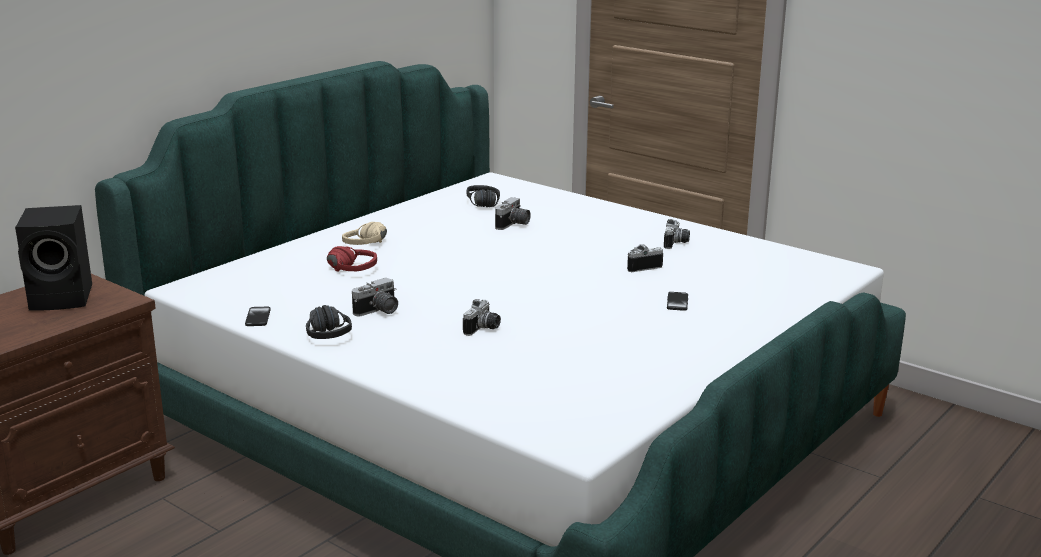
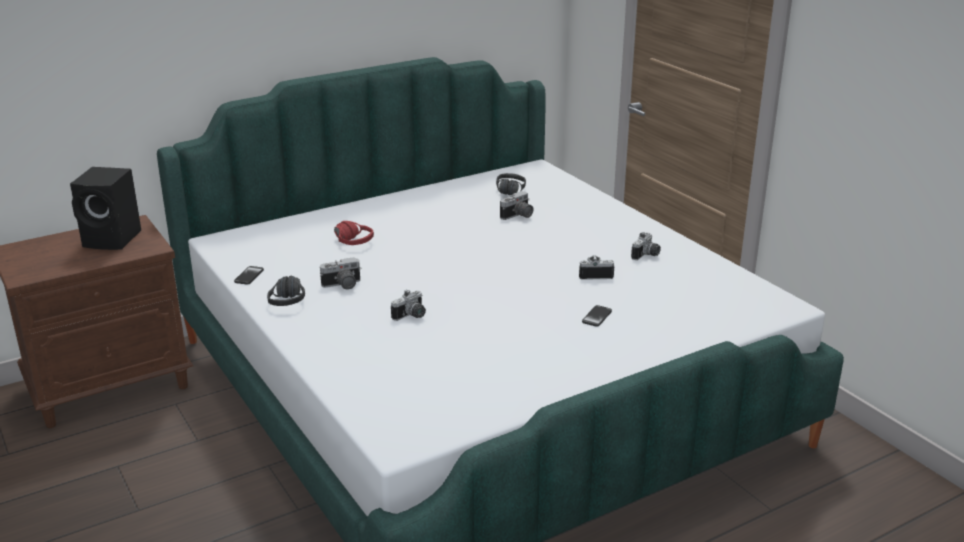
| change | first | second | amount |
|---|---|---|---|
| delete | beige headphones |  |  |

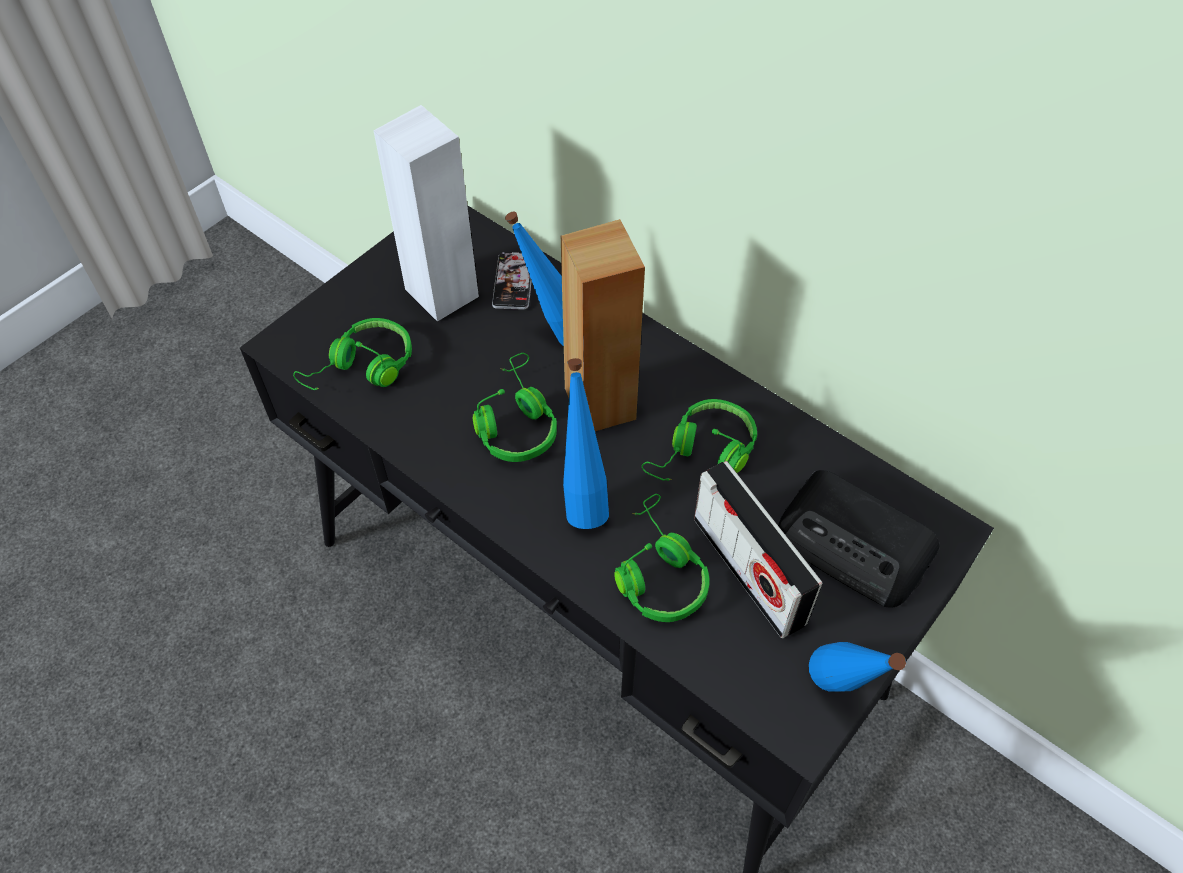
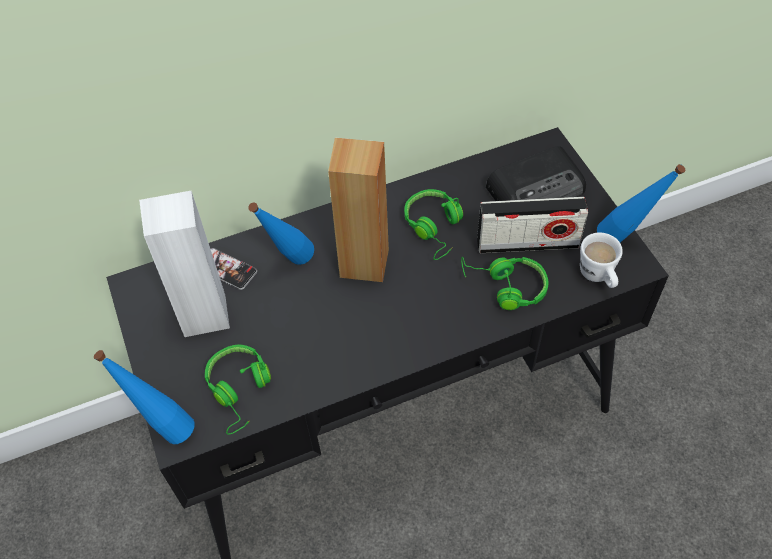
| change | first | second | amount |
|---|---|---|---|
| delete | green headphones (2nd from left) |  |  |
| move | blue bottle (2nd from left in the first image) | blue bottle (1st from left) |  |
| insert |  | white mug |  |

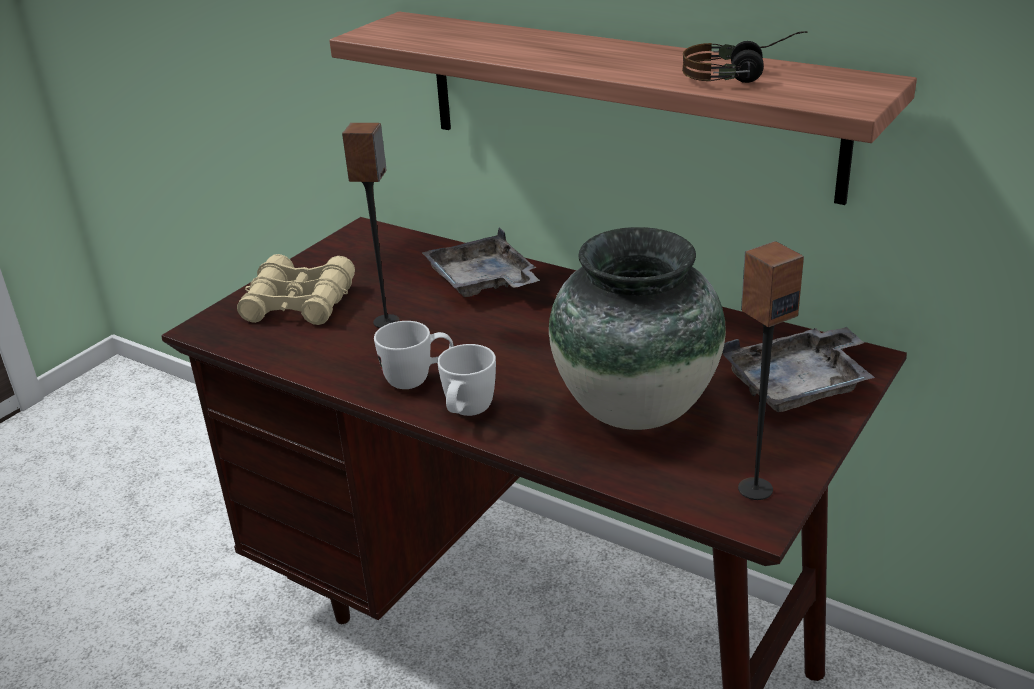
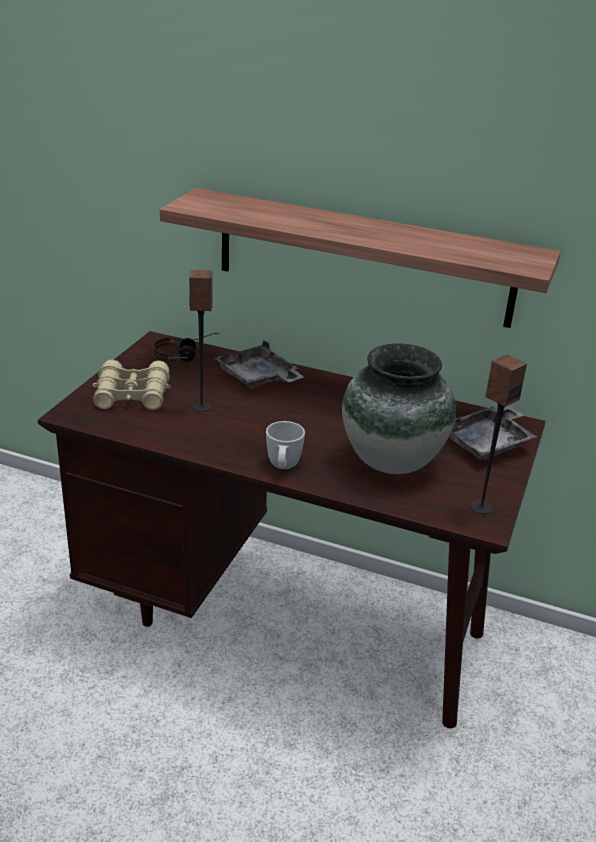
| change | first | second | amount |
|---|---|---|---|
| move | headphones |  |  |
| delete | white mug (1st from left) |  |  |

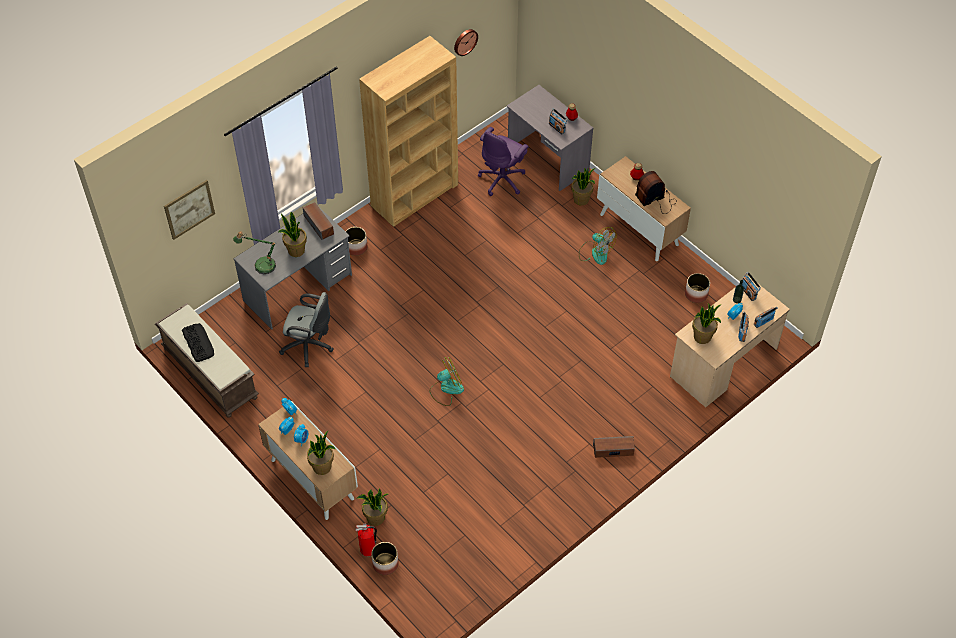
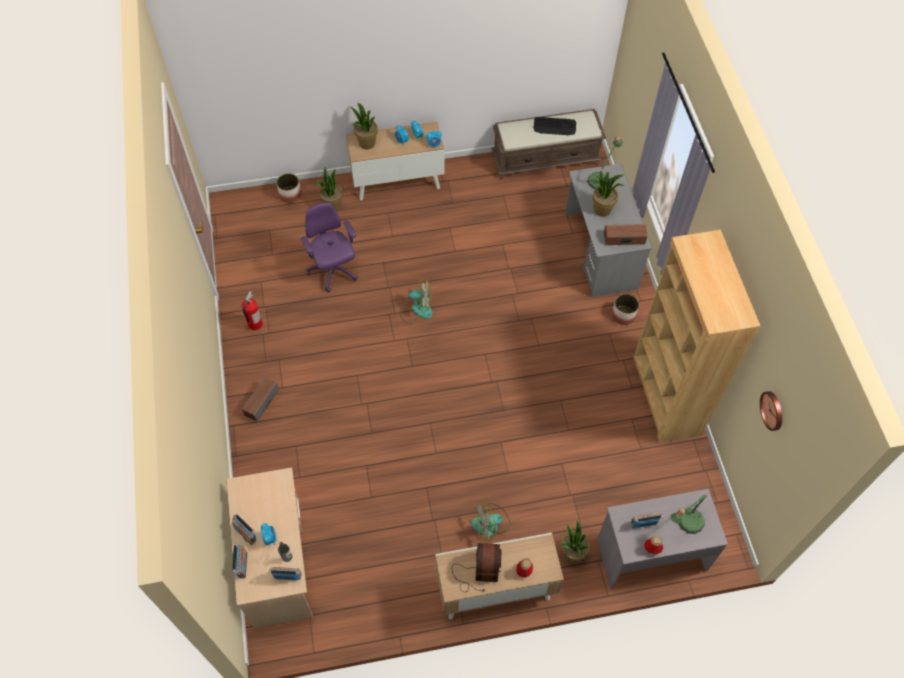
| change | first | second | amount |
|---|---|---|---|
| move | purple office chair |  |  |
| delete | picture |  |  |
| delete | planter (3rd from left) |  |  |
| delete | grey office chair |  |  |
| delete | potted plant (5th from left) |  |  |
| rotate | fan (1st from left) |  | 90 degrees counterclockwise |
| move | fire extinguisher |  |  |
| insert |  | table lamp (2nd from left) |  |

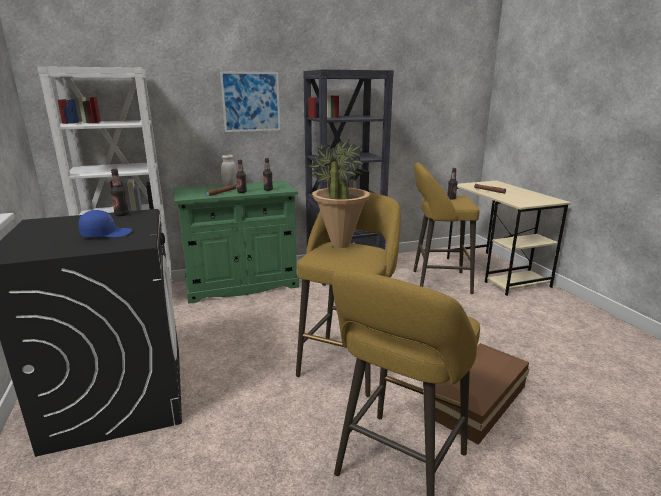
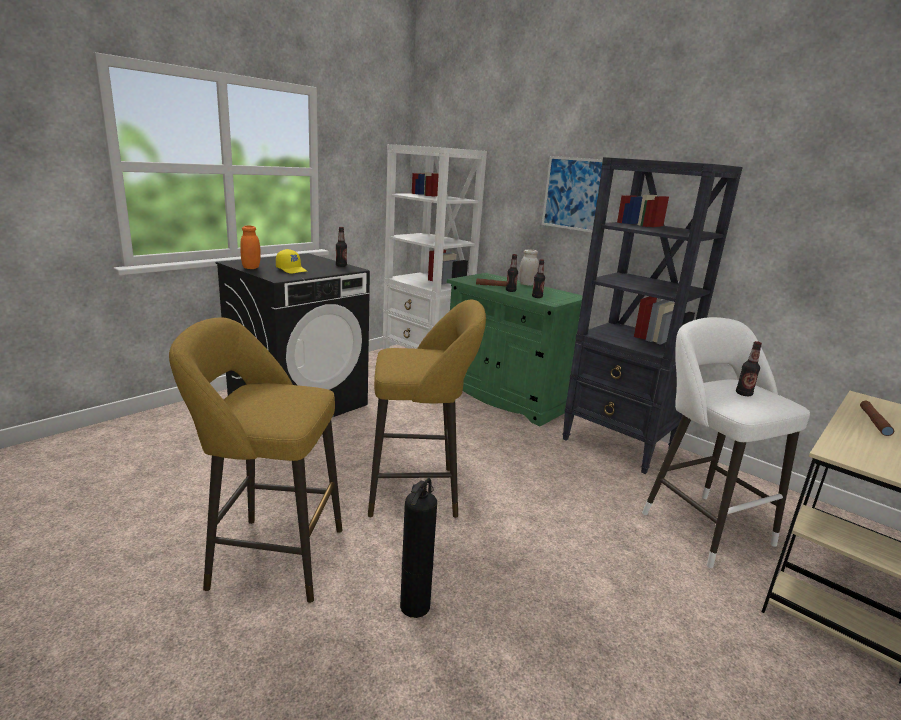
| change | first | second | amount |
|---|---|---|---|
| delete | potted plant |  |  |
| recolor | yellow stool (3rd from left) | white stool |  |
| recolor | blue cap | yellow cap |  |
| replace | brown storage box | fire extinguisher |  |
| insert |  | orange jar |  |

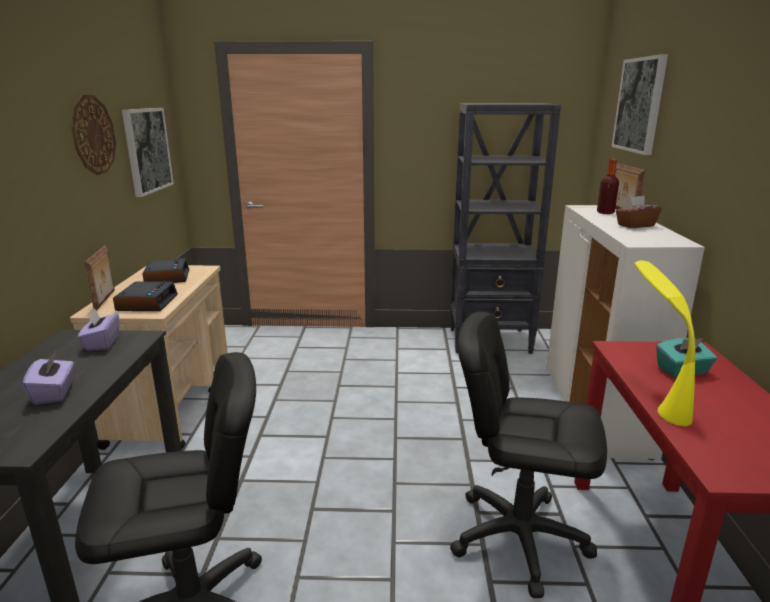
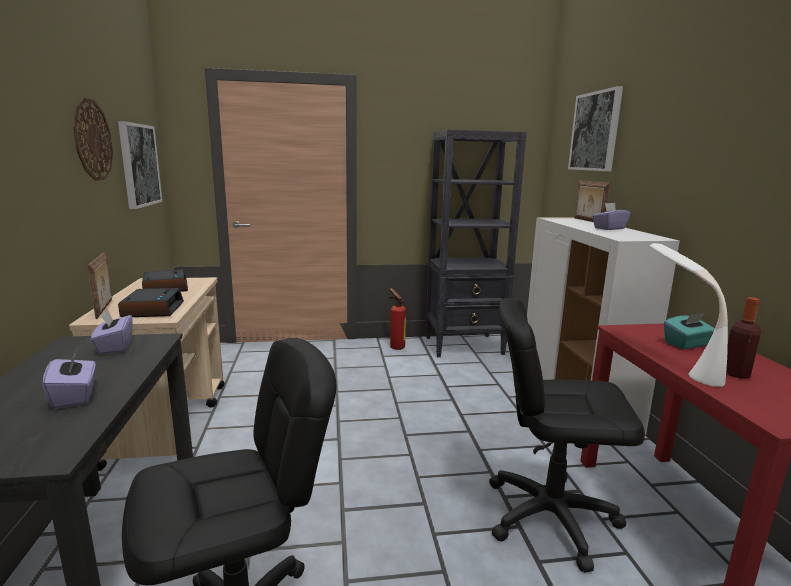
| change | first | second | amount |
|---|---|---|---|
| move | bottle |  |  |
| recolor | brown tissue box | purple tissue box (3rd from left) |  |
| recolor | yellow table lamp | white table lamp |  |
| insert |  | fire extinguisher |  |

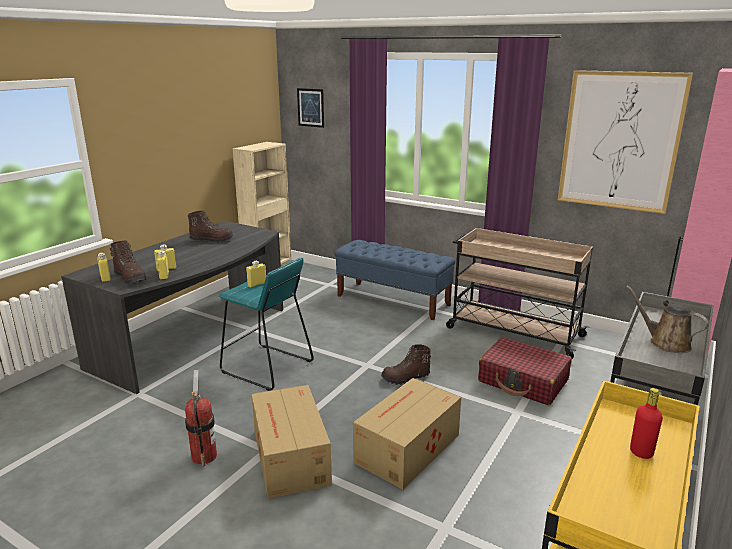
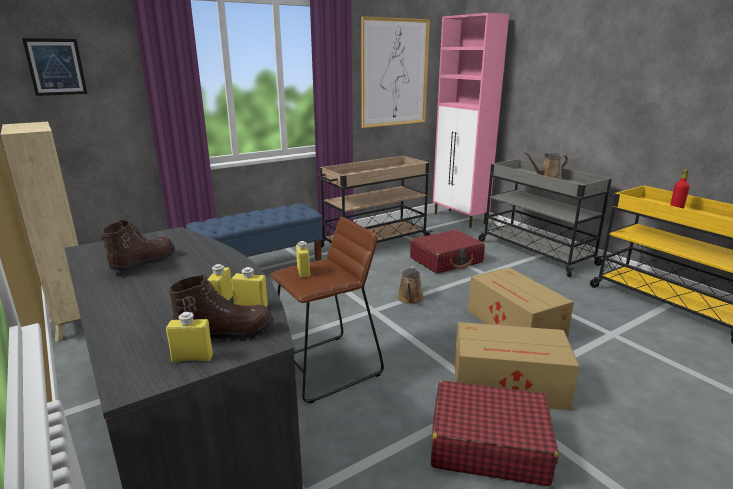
| change | first | second | amount |
|---|---|---|---|
| recolor | turquoise stool | brown stool |  |
| replace | brown boot (3rd from left) | brown watering can (1st from left) |  |
| replace | fire extinguisher | red suitcase (2nd from left) |  |

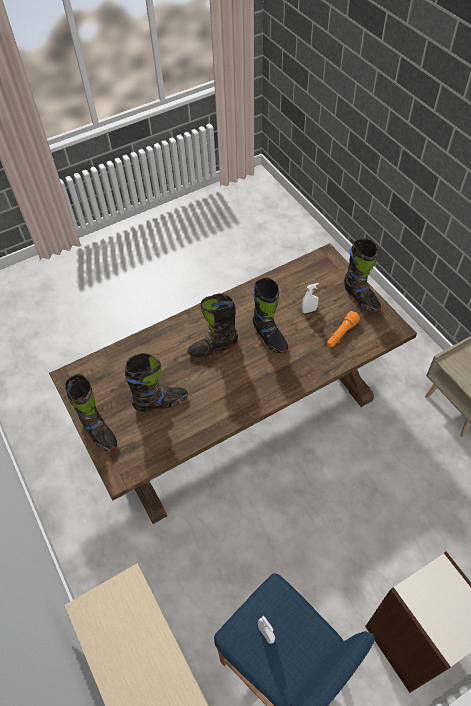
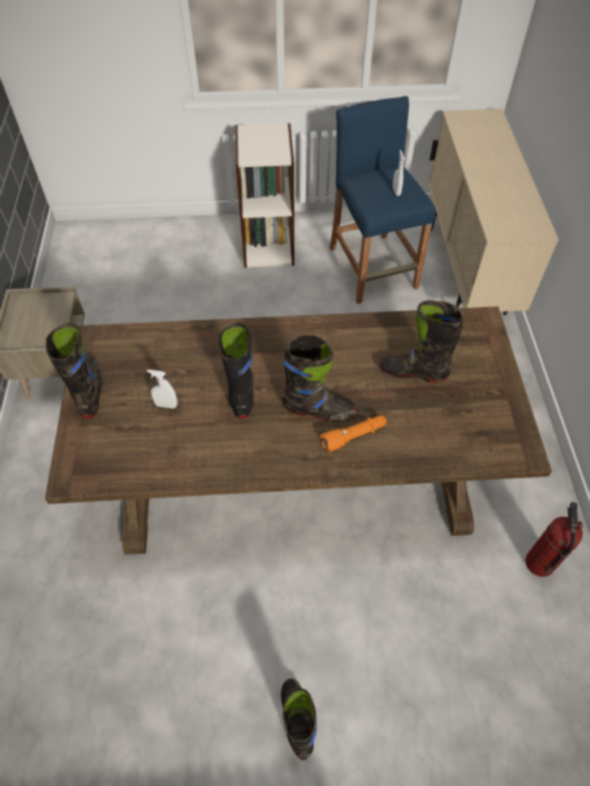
| change | first | second | amount |
|---|---|---|---|
| move | orange flashlight |  |  |
| move | black boot (1st from left in the first image) | black boot (3rd from left) |  |
| insert |  | fire extinguisher |  |

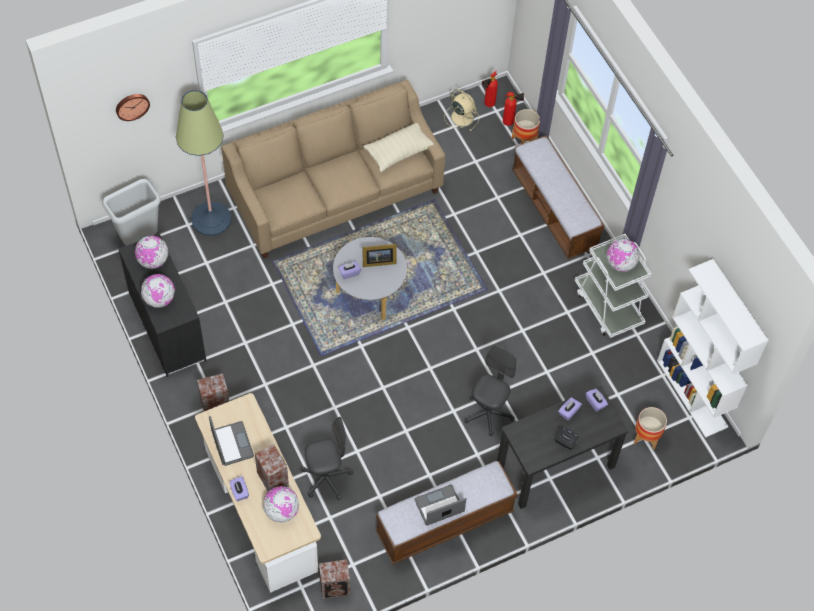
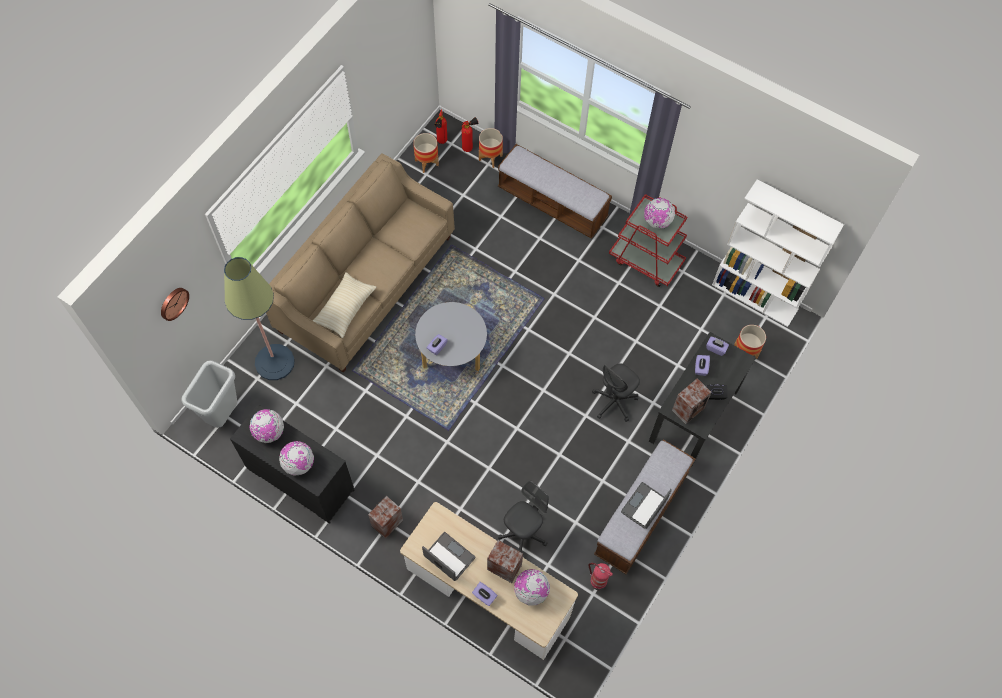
| change | first | second | amount |
|---|---|---|---|
| replace | beige fan | planter (1st from left) |  |
| move | beige pillow |  |  |
| recolor | white cart | red cart |  |
| delete | picture frame |  |  |
| rotate | grey office chair (2nd from left) |  | 135 degrees counterclockwise |
| move | speaker (3rd from left) |  |  |
| insert |  | fire extinguisher (3rd from left) |  |

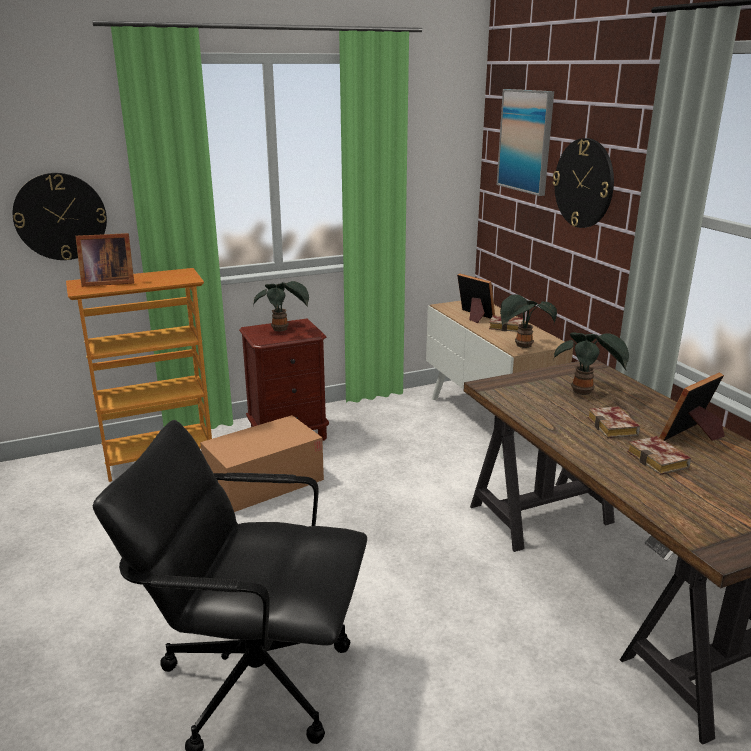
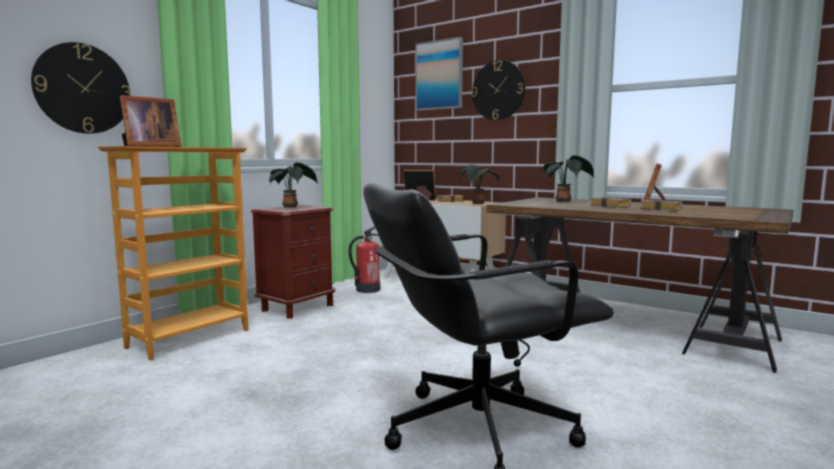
| change | first | second | amount |
|---|---|---|---|
| delete | cardboard box |  |  |
| insert |  | fire extinguisher |  |

